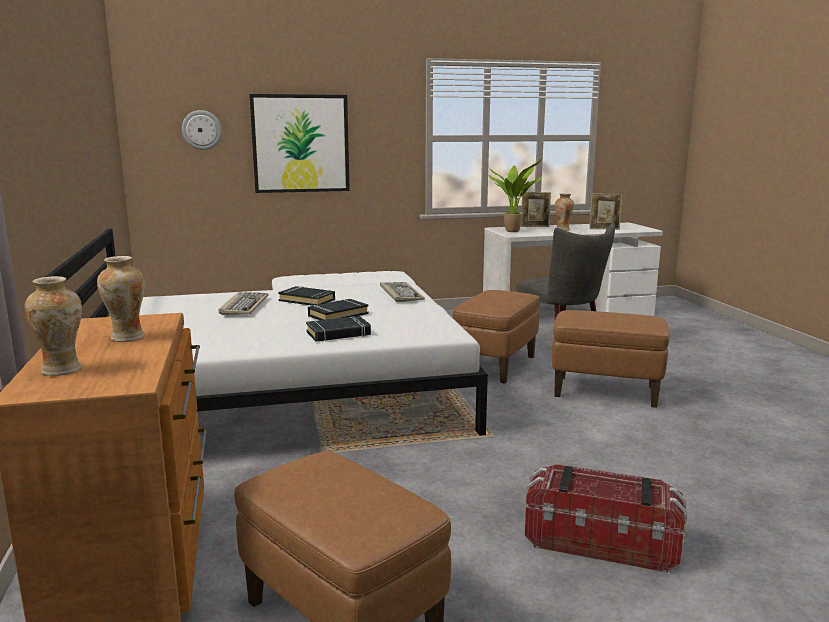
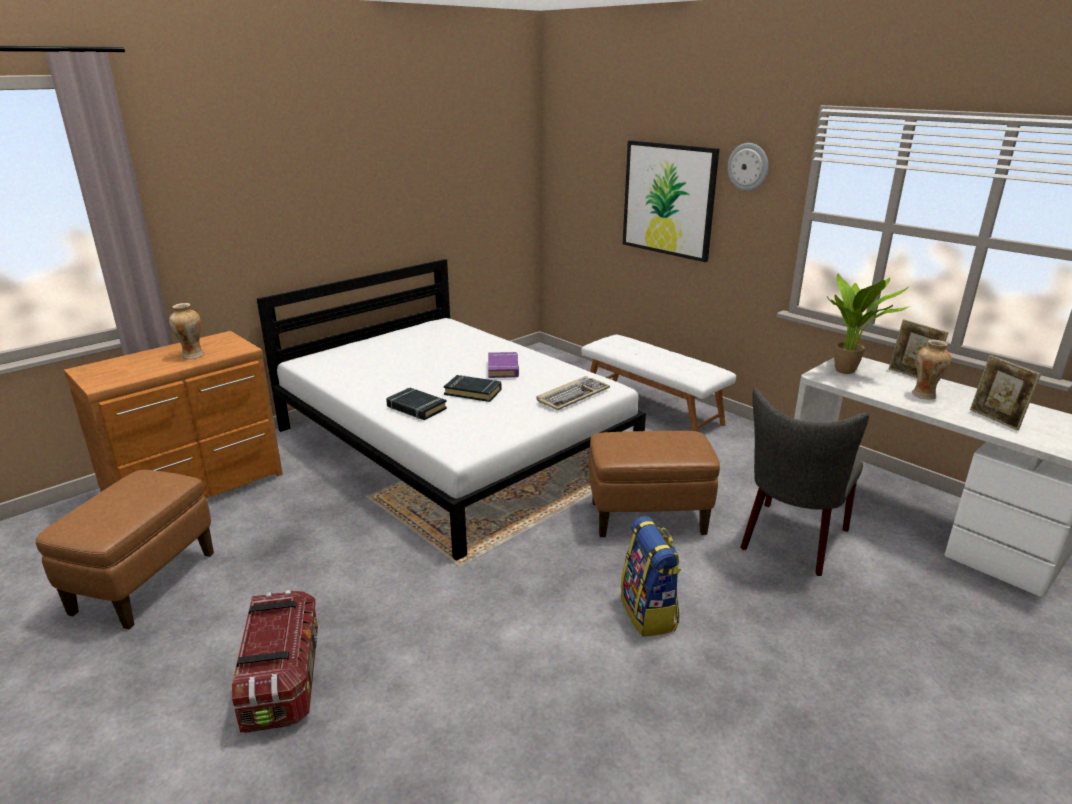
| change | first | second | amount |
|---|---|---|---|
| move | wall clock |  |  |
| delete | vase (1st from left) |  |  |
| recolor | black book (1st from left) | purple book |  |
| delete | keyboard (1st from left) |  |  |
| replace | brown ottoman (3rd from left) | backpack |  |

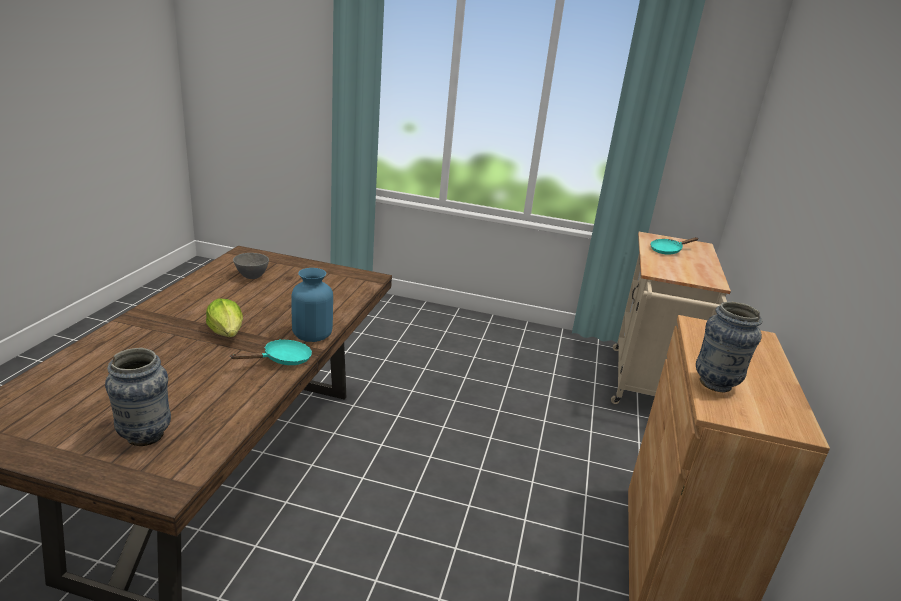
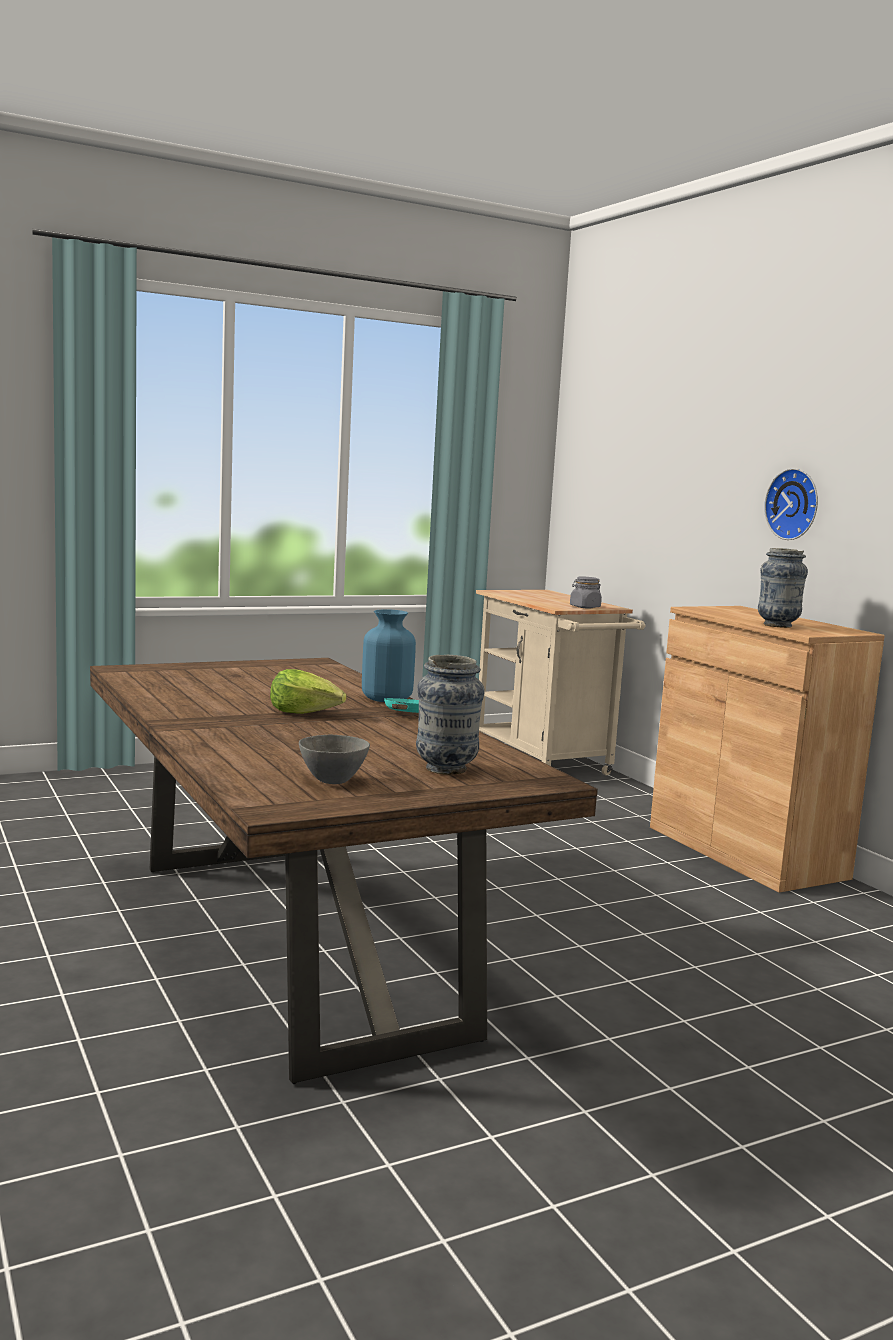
| change | first | second | amount |
|---|---|---|---|
| delete | turquoise frying pan (2nd from left) |  |  |
| move | grey bowl |  |  |
| insert |  | wall clock |  |
| insert |  | grey jar |  |

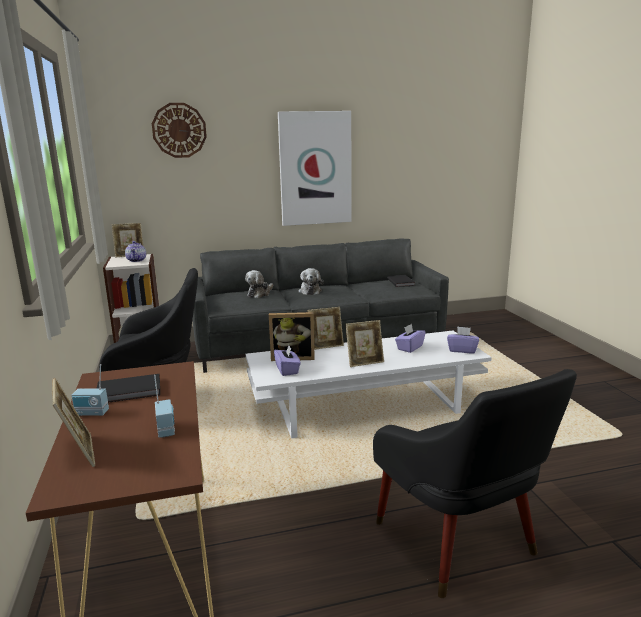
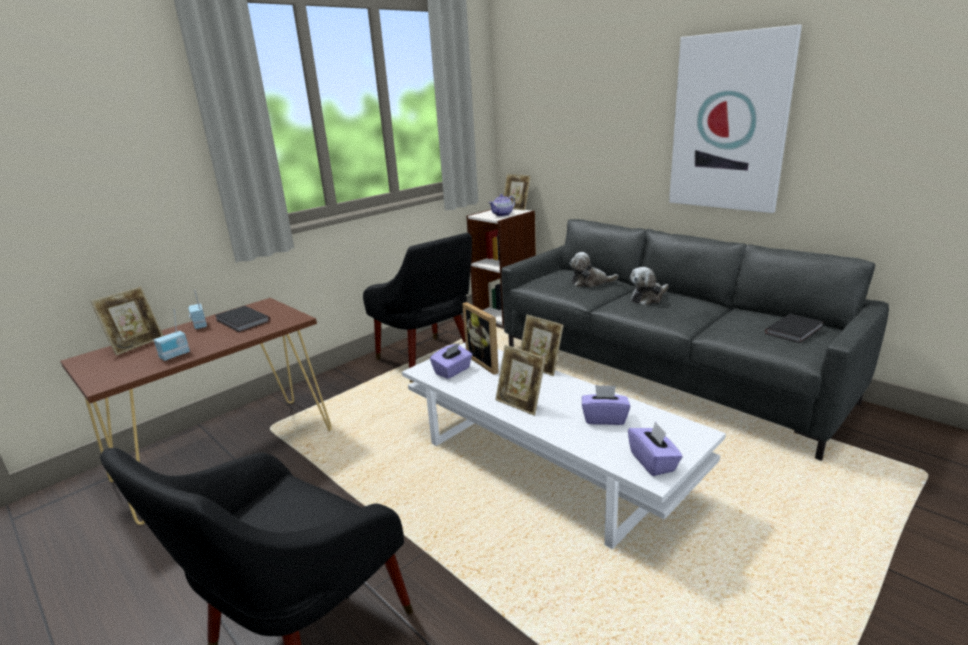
| change | first | second | amount |
|---|---|---|---|
| delete | wall clock |  |  |

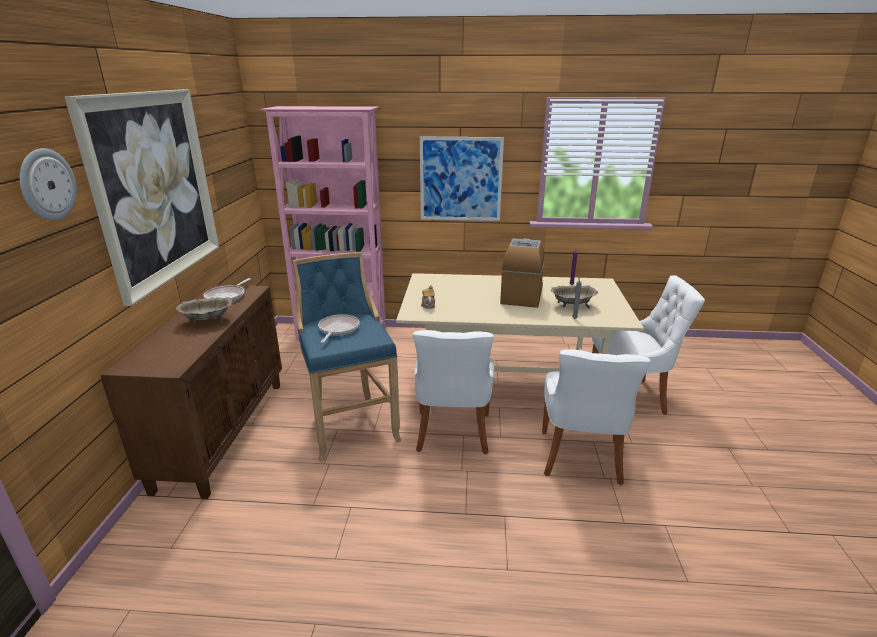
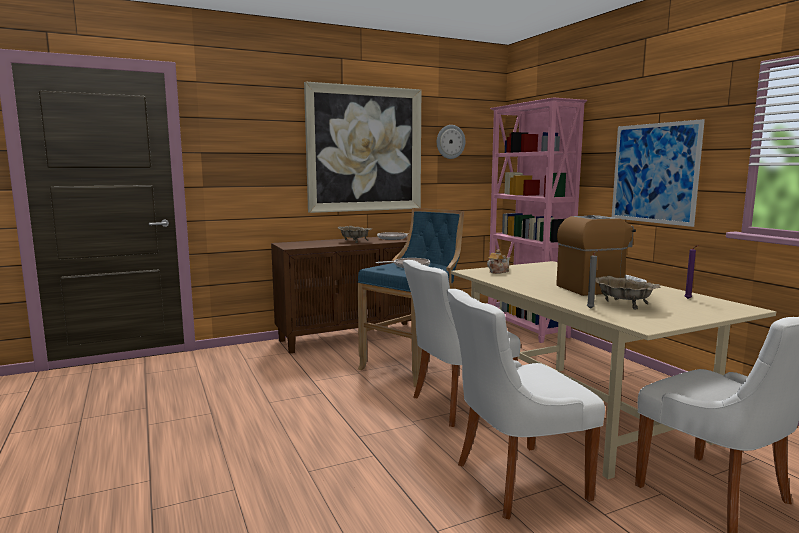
| change | first | second | amount |
|---|---|---|---|
| move | wall clock |  |  |

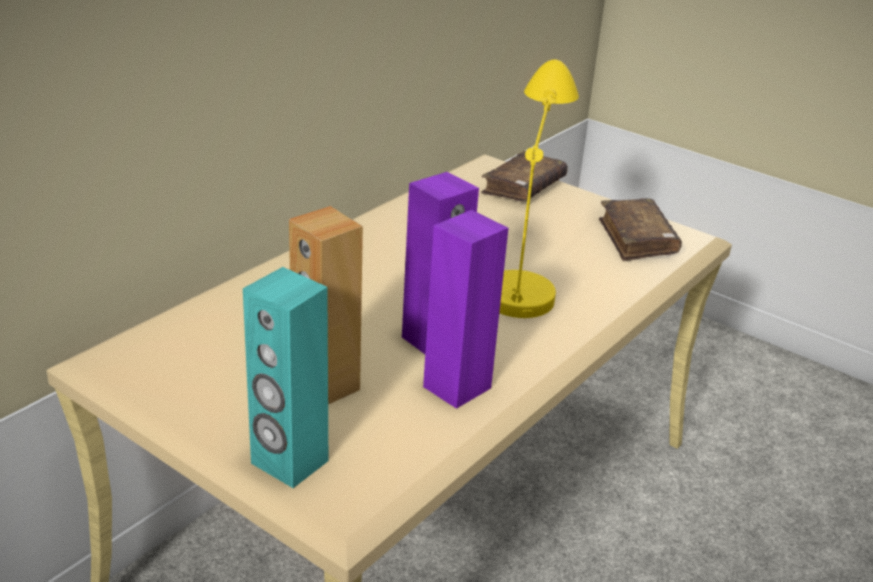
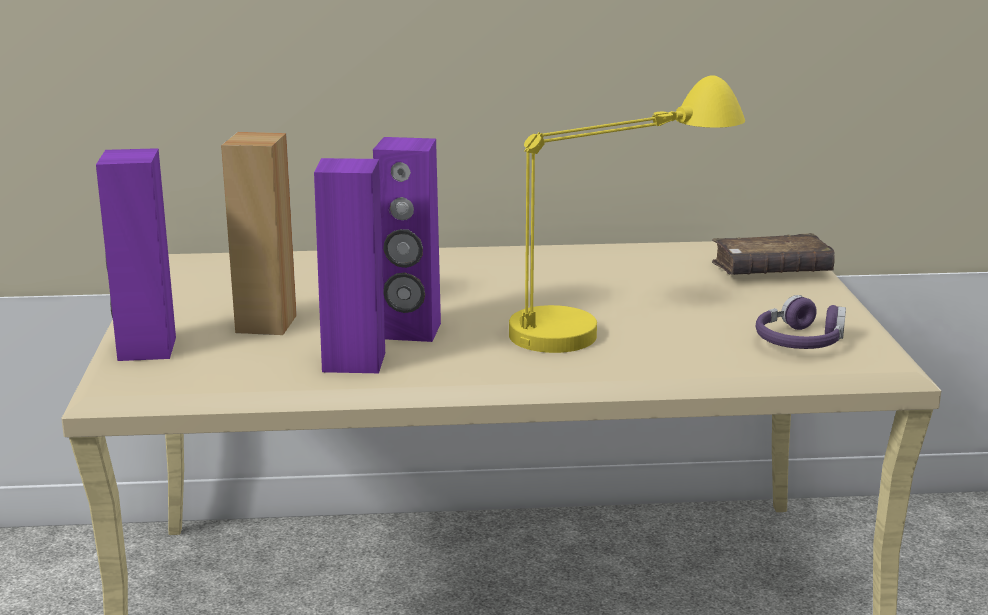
| change | first | second | amount |
|---|---|---|---|
| replace | brown book (2nd from left) | purple headphones |  |
| recolor | turquoise speaker | purple speaker (1st from left) |  |

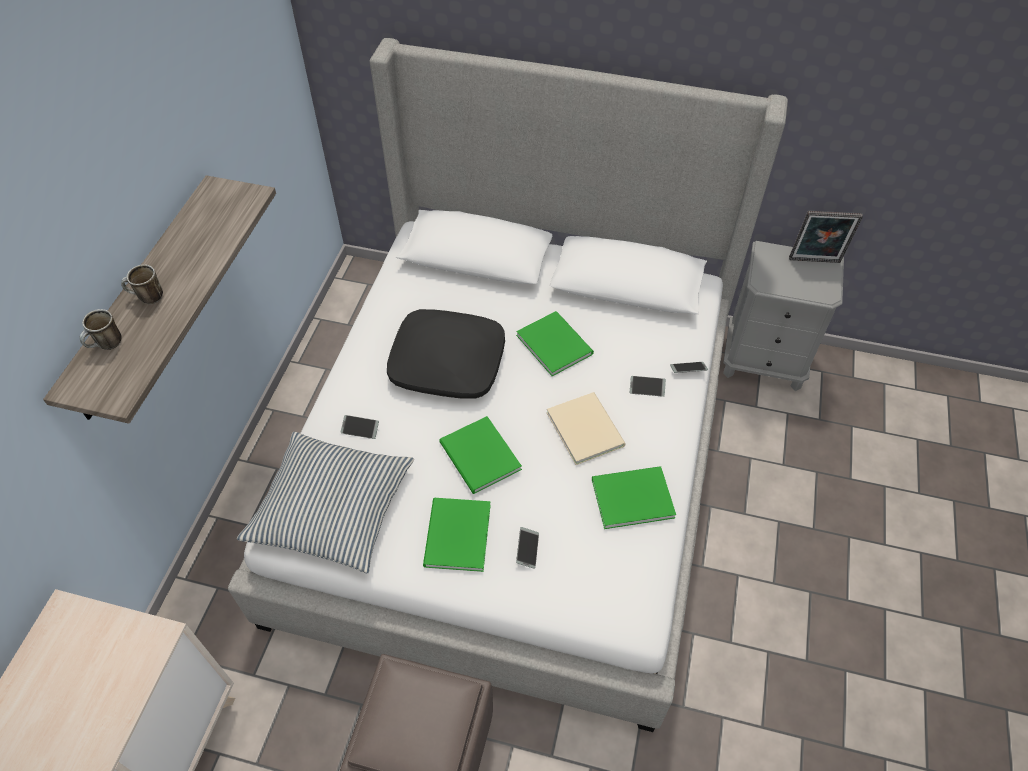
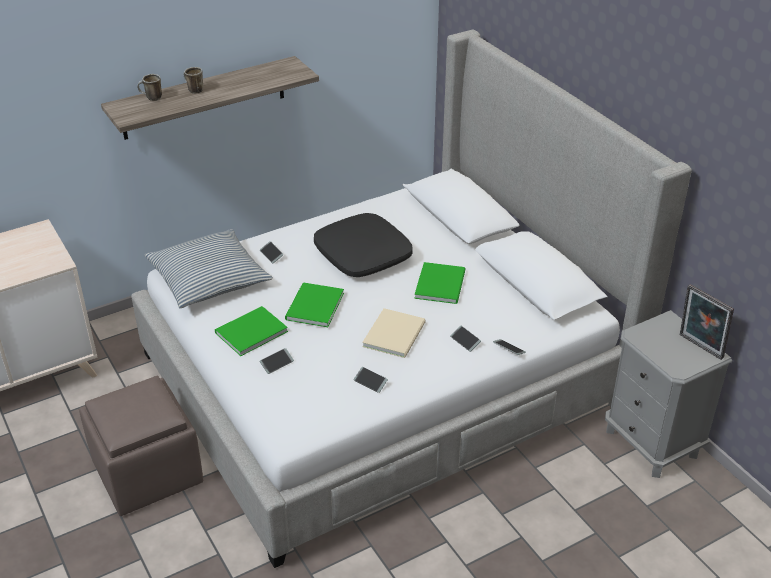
| change | first | second | amount |
|---|---|---|---|
| replace | green book (4th from left) | phone (3rd from left) |  |

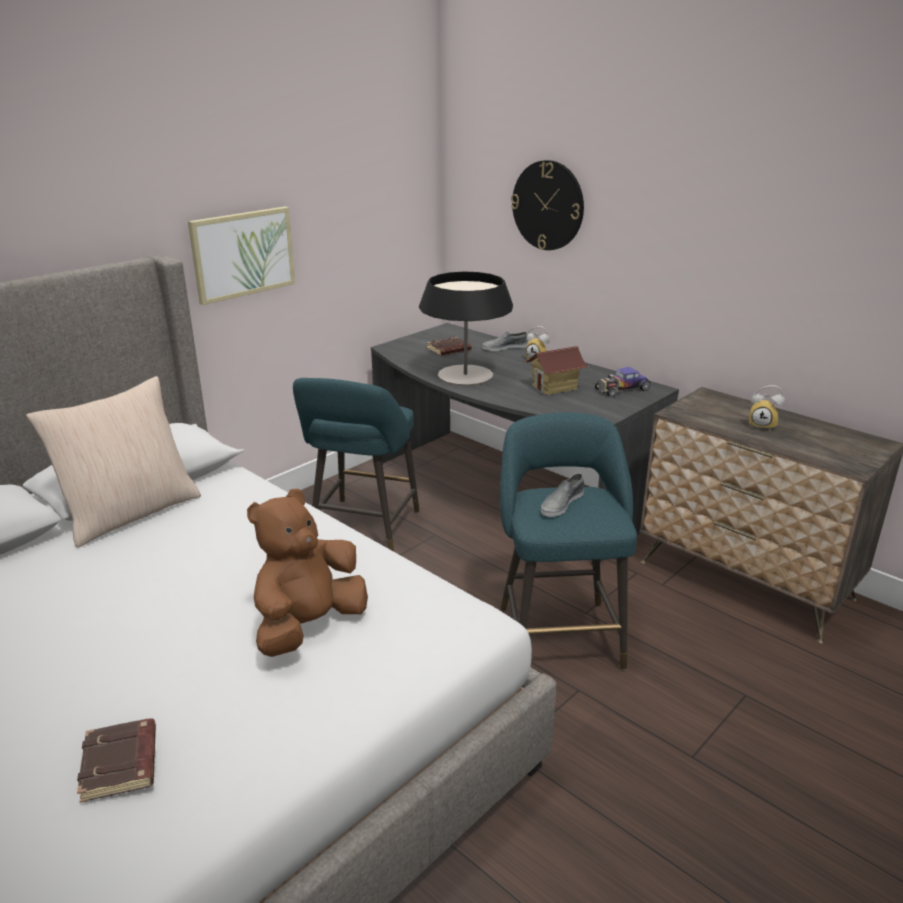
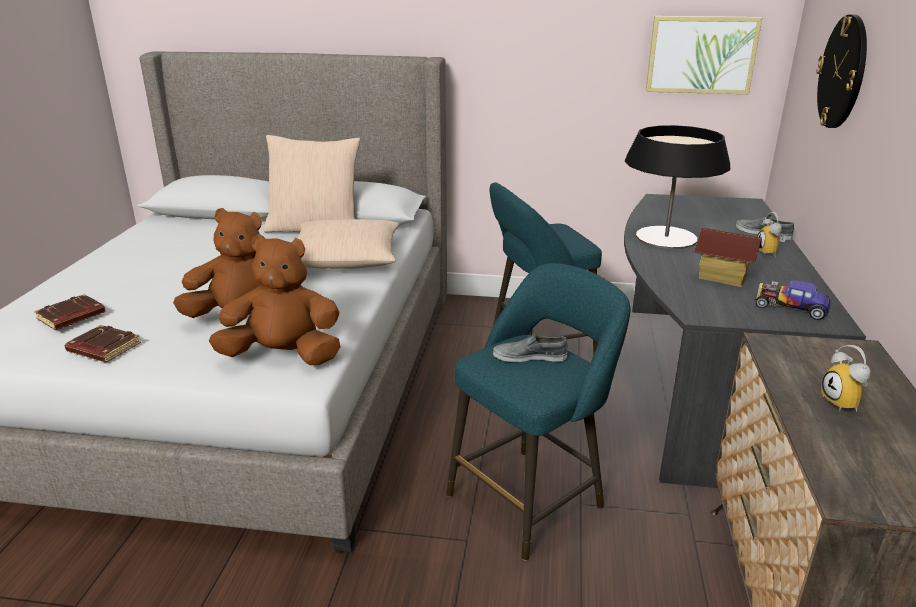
| change | first | second | amount |
|---|---|---|---|
| move | picture |  |  |
| move | brown book (2nd from left) |  |  |
| insert |  | beige pillow (2nd from left) |  |
| insert |  | brown plush toy (2nd from left) |  |

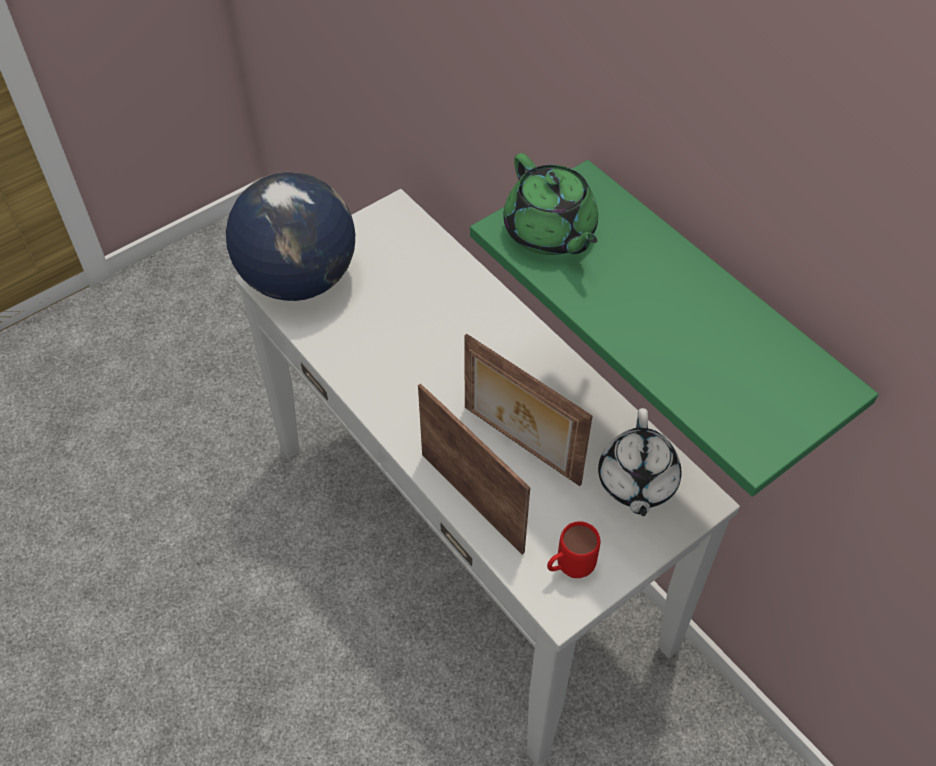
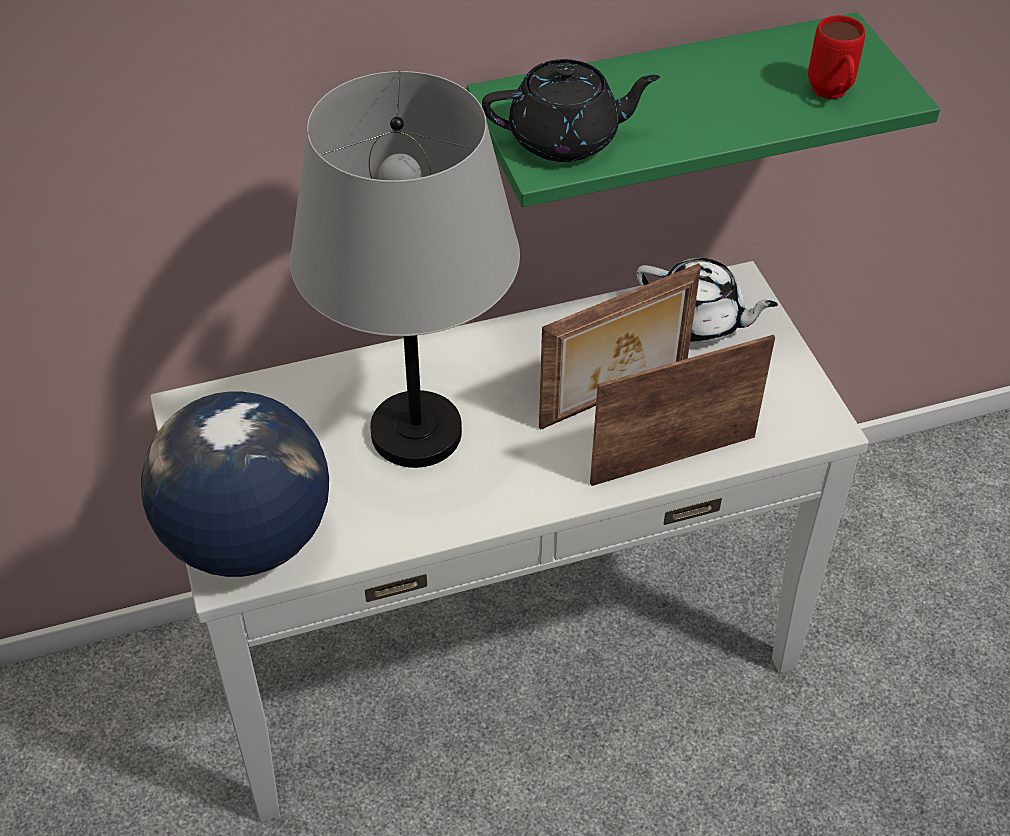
| change | first | second | amount |
|---|---|---|---|
| recolor | green teapot | black teapot |  |
| move | red mug |  |  |
| insert |  | grey table lamp |  |

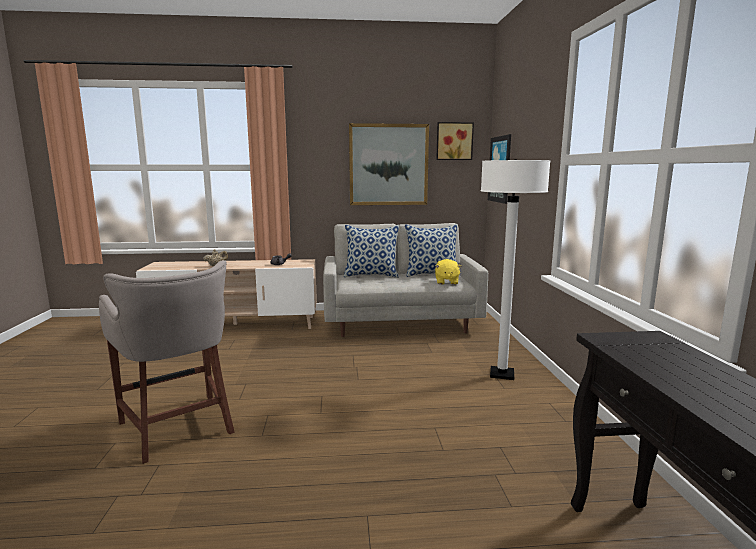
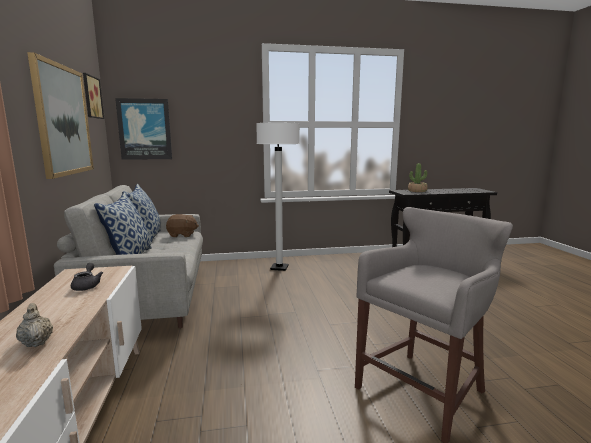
| change | first | second | amount |
|---|---|---|---|
| recolor | yellow plush toy | brown plush toy |  |
| insert |  | potted plant |  |

